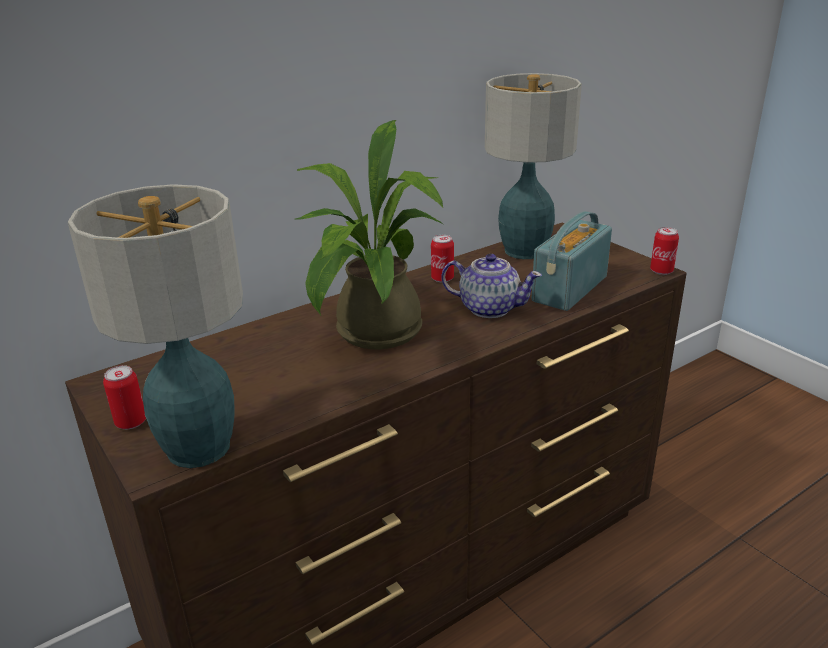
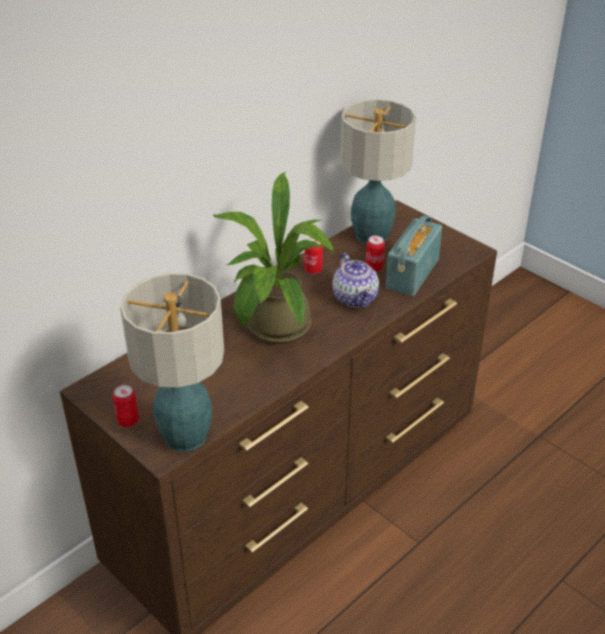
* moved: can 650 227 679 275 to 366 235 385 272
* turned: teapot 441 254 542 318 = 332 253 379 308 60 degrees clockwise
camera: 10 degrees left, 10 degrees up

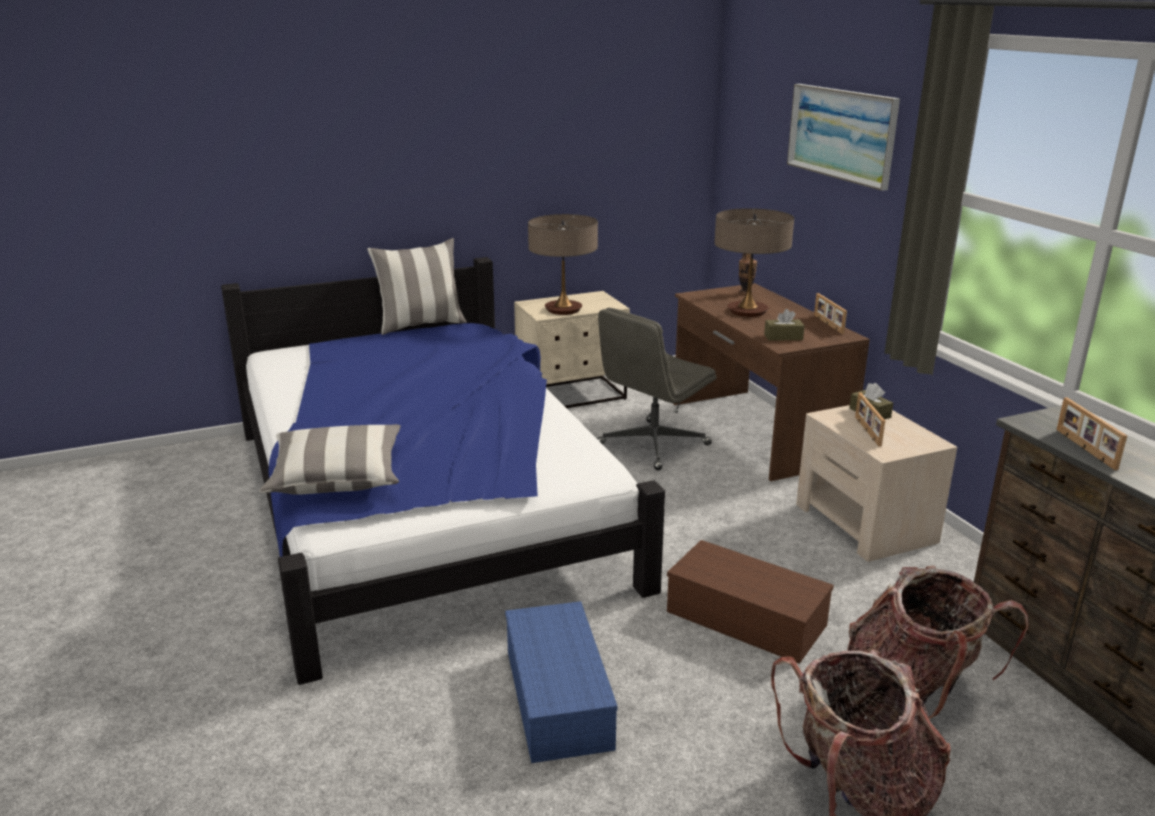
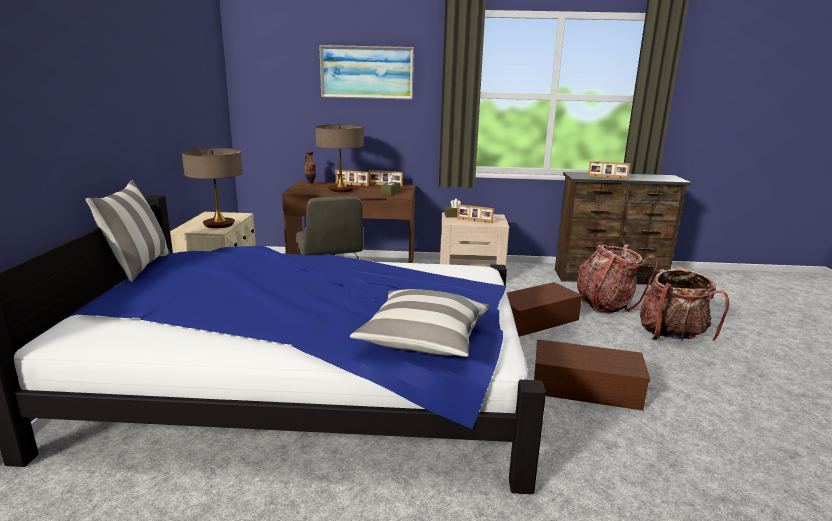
* added: picture frame 335 170 369 186
* recoloured: blue storage box 505 601 618 763 to brown storage box 534 339 650 411
camera: 65 degrees left, 5 degrees down

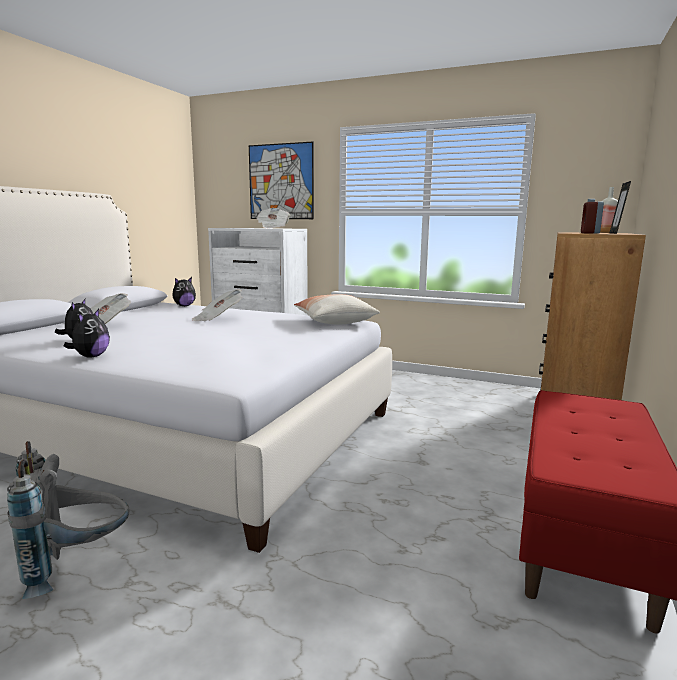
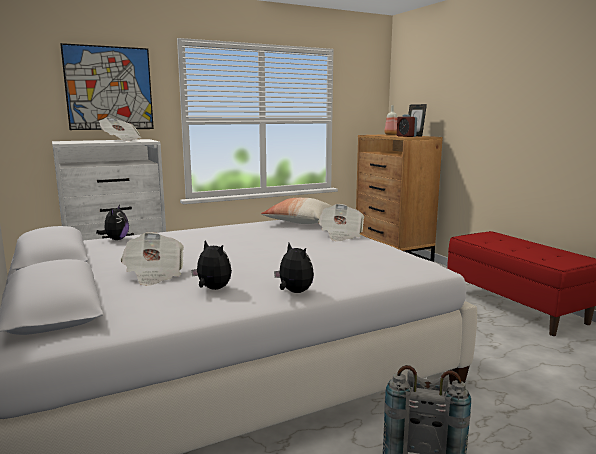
* moved: newspaper 192 289 242 321 to 318 204 364 241
camera: 50 degrees left, 0 degrees up

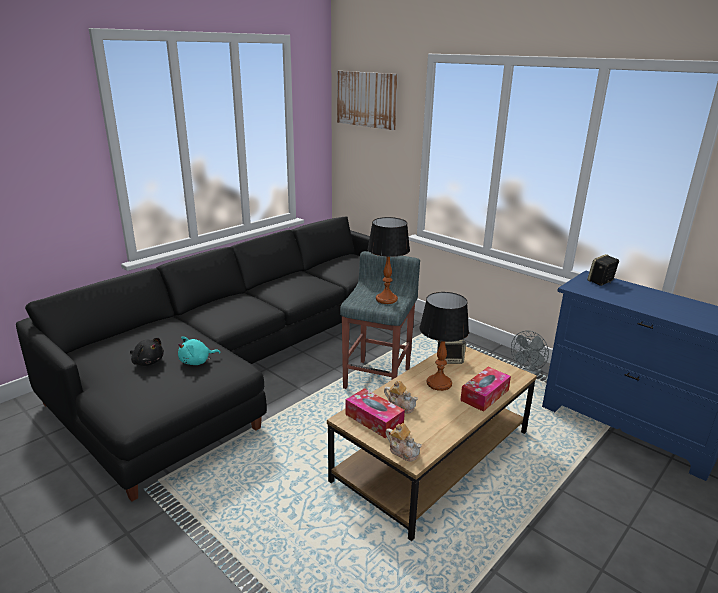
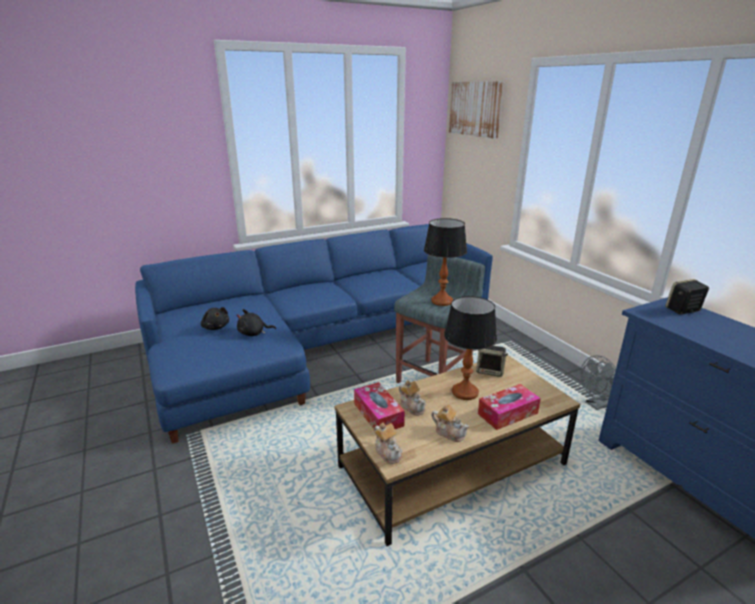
* added: teapot 431 405 469 442
* recoloured: black sofa 16 216 370 502 to blue sofa 135 224 493 444
* recoloured: turquoise plush toy 178 336 220 365 to black plush toy 237 309 276 336
camera: 20 degrees right, 0 degrees up

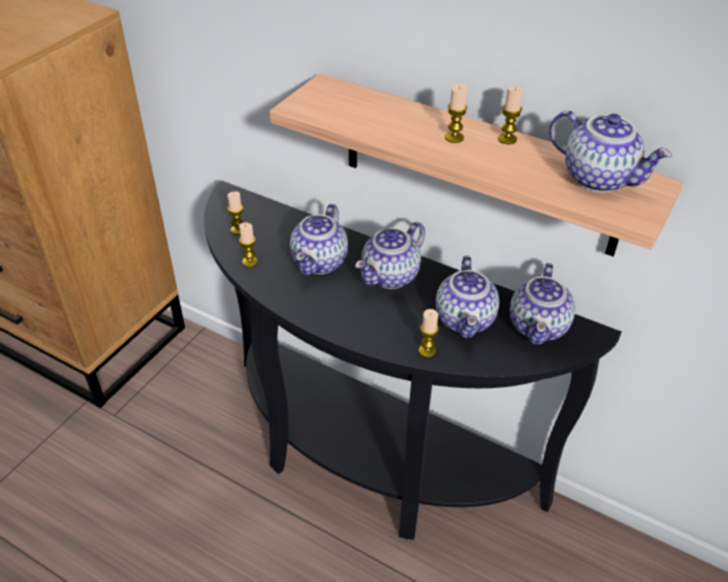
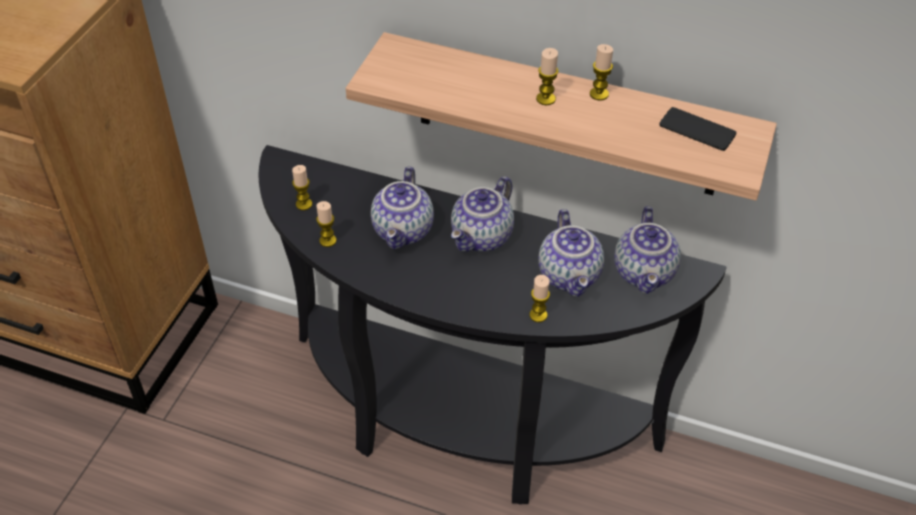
* replaced: teapot 549 110 672 193 to phone 659 107 736 151
camera: 10 degrees left, 5 degrees up

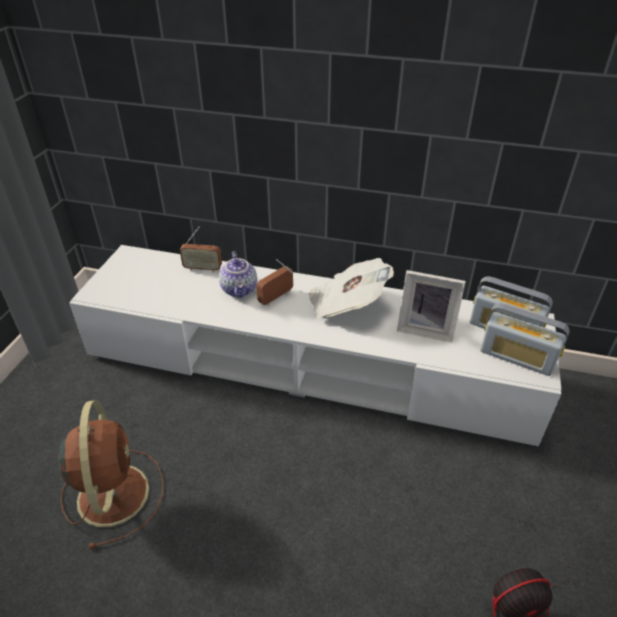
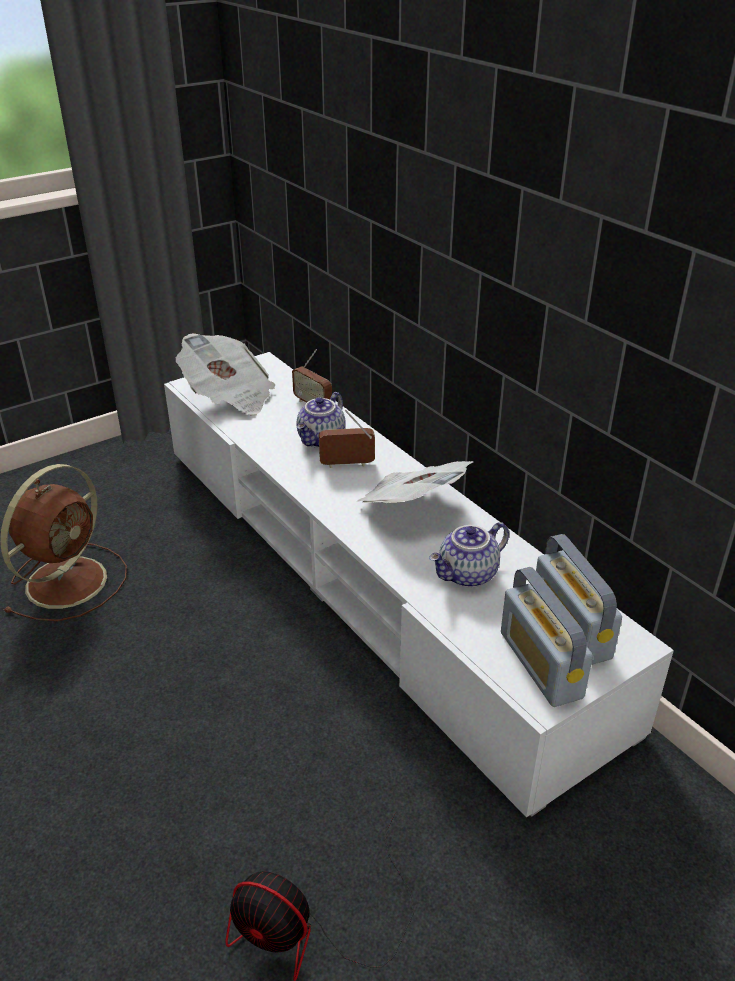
* added: newspaper 175 333 275 415
* replaced: picture frame 397 270 466 343 to teapot 429 522 509 587
camera: 40 degrees right, 5 degrees down

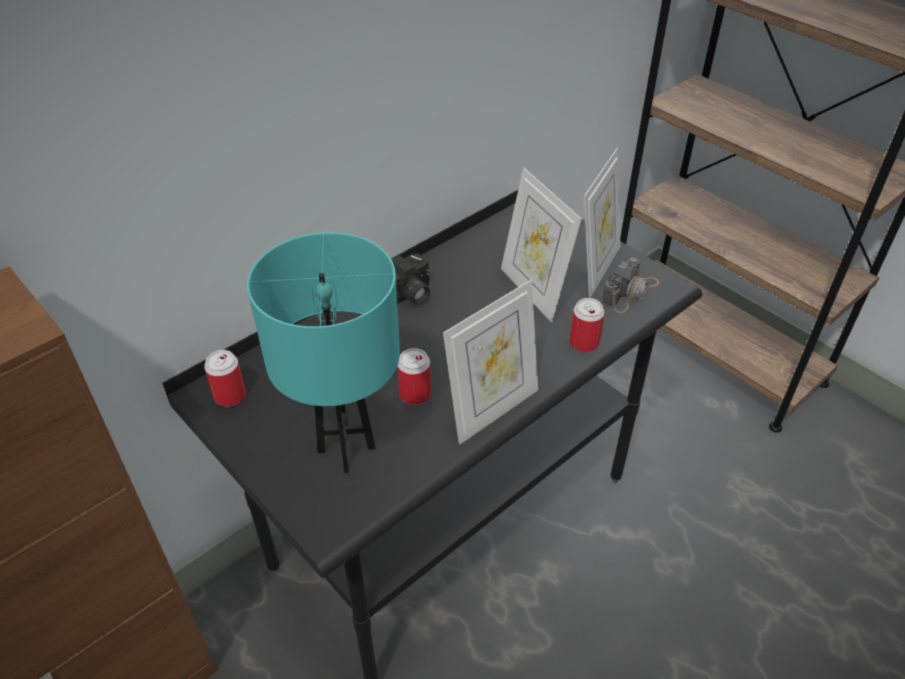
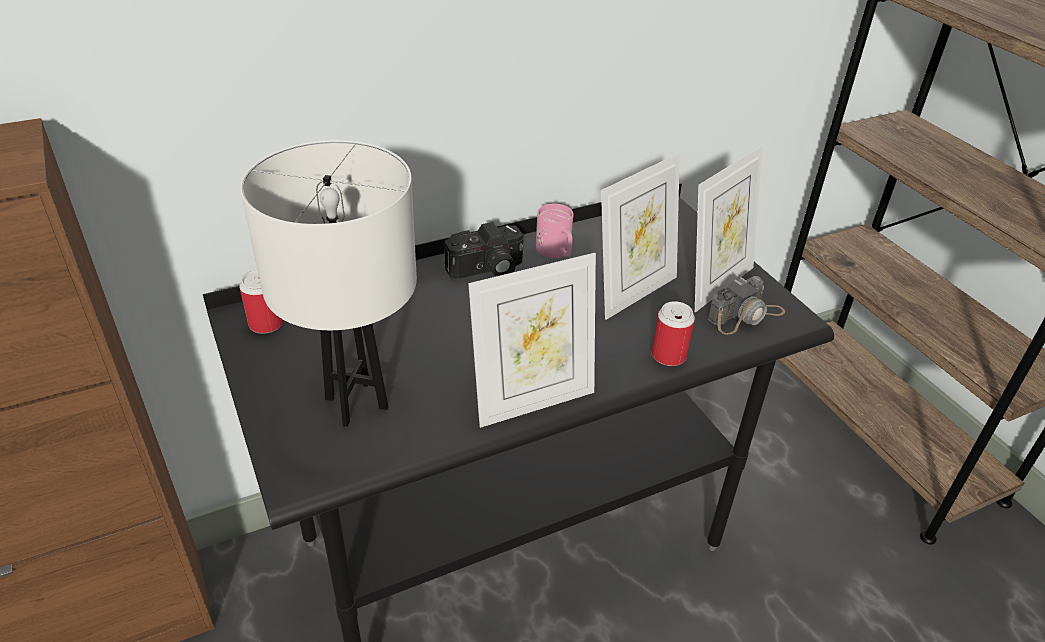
* removed: can 397 348 431 405
* added: pink mug 536 204 574 258
* recoloured: turquoise table lamp 247 232 400 473 to white table lamp 240 140 417 427
* turned: picture frame 501 168 582 323 = 601 153 680 320 120 degrees counterclockwise
camera: 15 degrees right, 5 degrees down

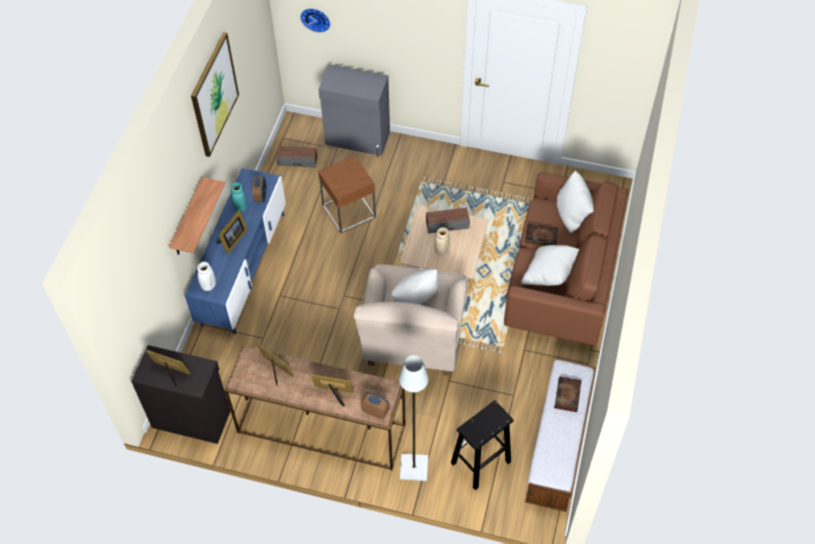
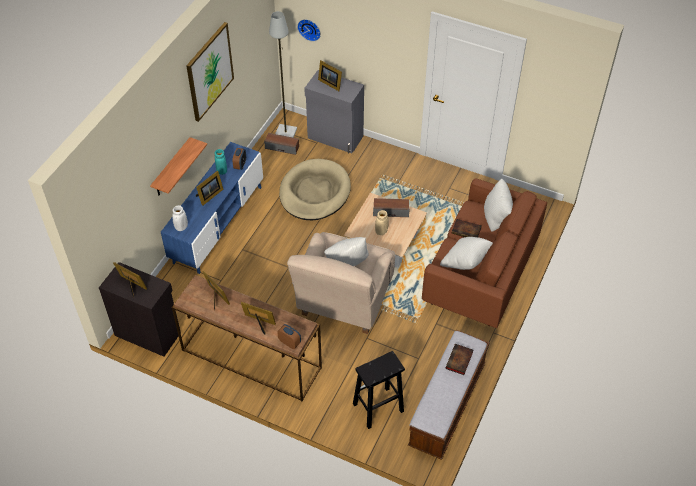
* added: picture frame 318 60 342 91
* moved: grey floor lamp 399 355 429 481 to 269 11 297 138
* replaced: brown side table 318 156 376 233 to beige dog bed 279 159 351 220
camera: 10 degrees right, 5 degrees down

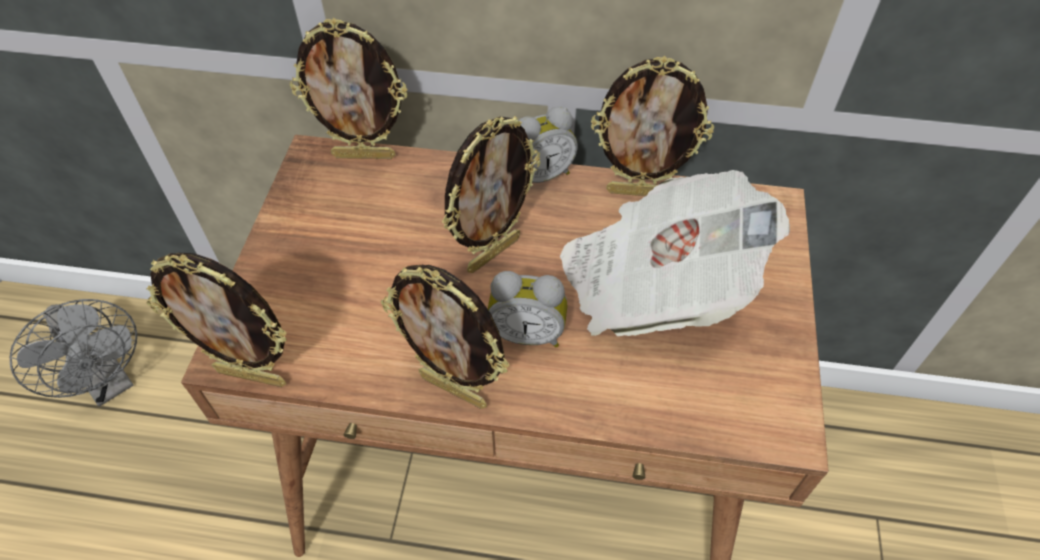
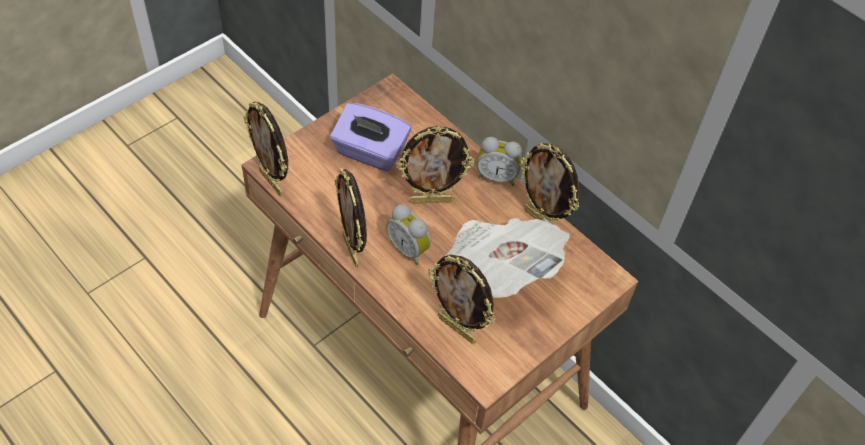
* removed: grey fan 10 299 137 407
* added: purple tissue box 330 103 411 171
* moved: picture frame 290 18 407 159 to 428 254 495 343
camera: 35 degrees right, 0 degrees up

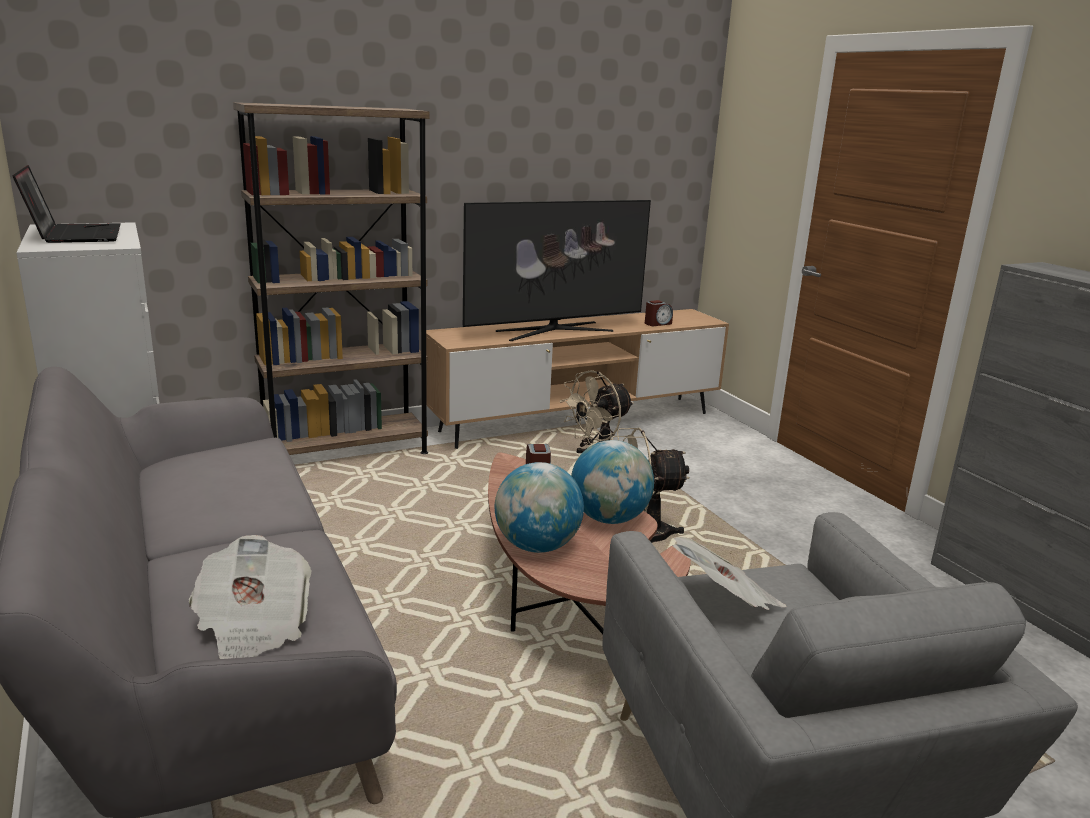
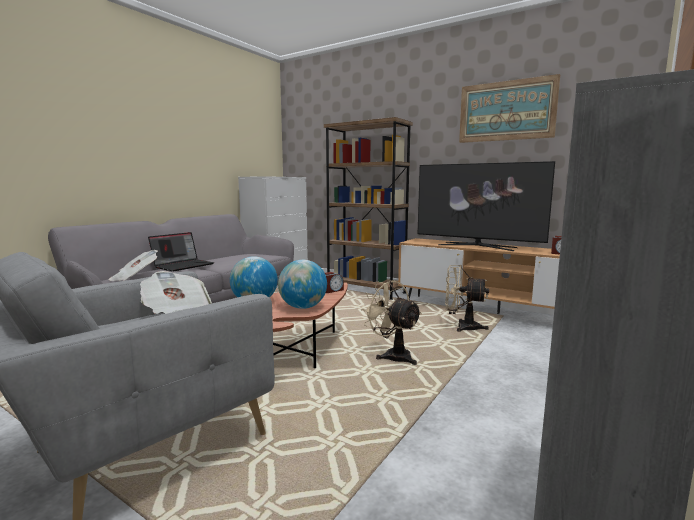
* added: picture 459 74 560 143
* moved: laptop 12 165 121 243 to 148 232 214 272
camera: 60 degrees right, 10 degrees down

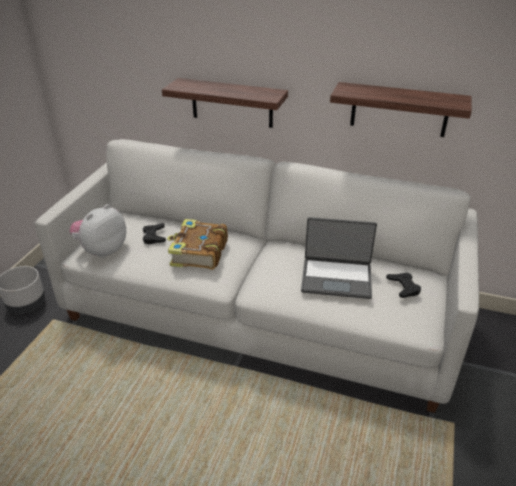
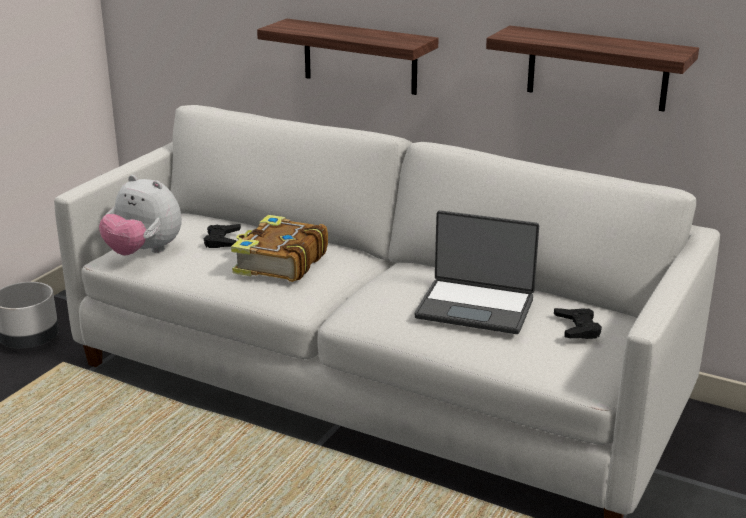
* turned: plush toy 69 204 126 258 = 99 175 182 256 105 degrees counterclockwise
camera: 10 degrees right, 10 degrees down

